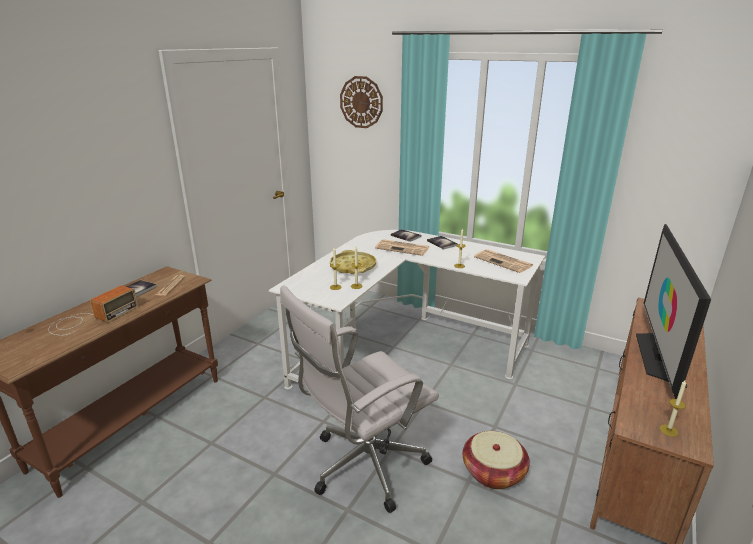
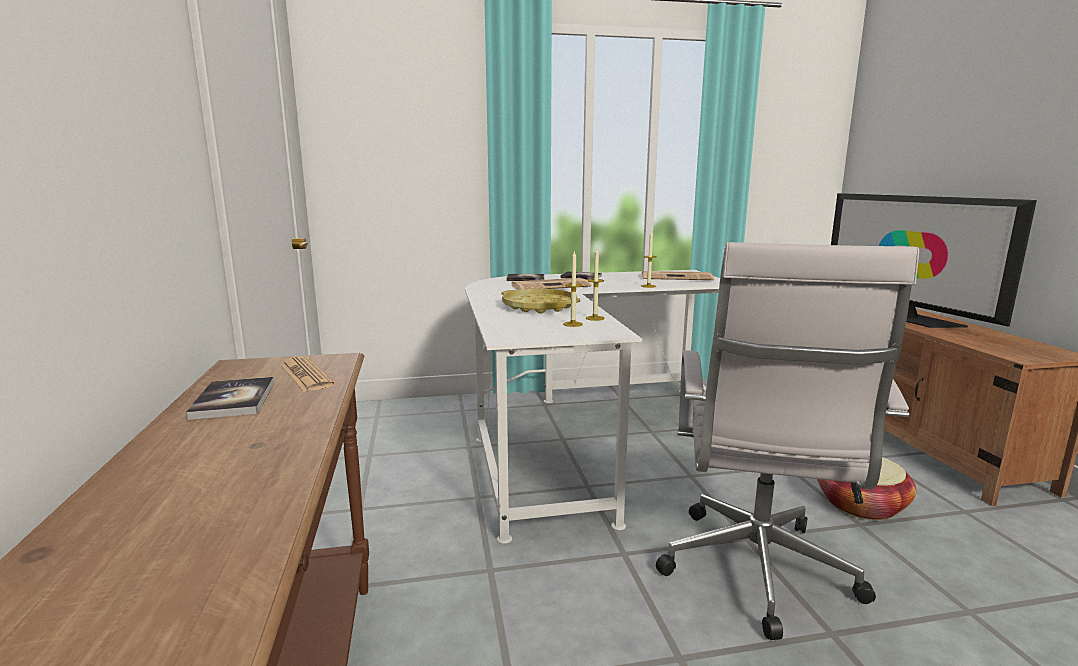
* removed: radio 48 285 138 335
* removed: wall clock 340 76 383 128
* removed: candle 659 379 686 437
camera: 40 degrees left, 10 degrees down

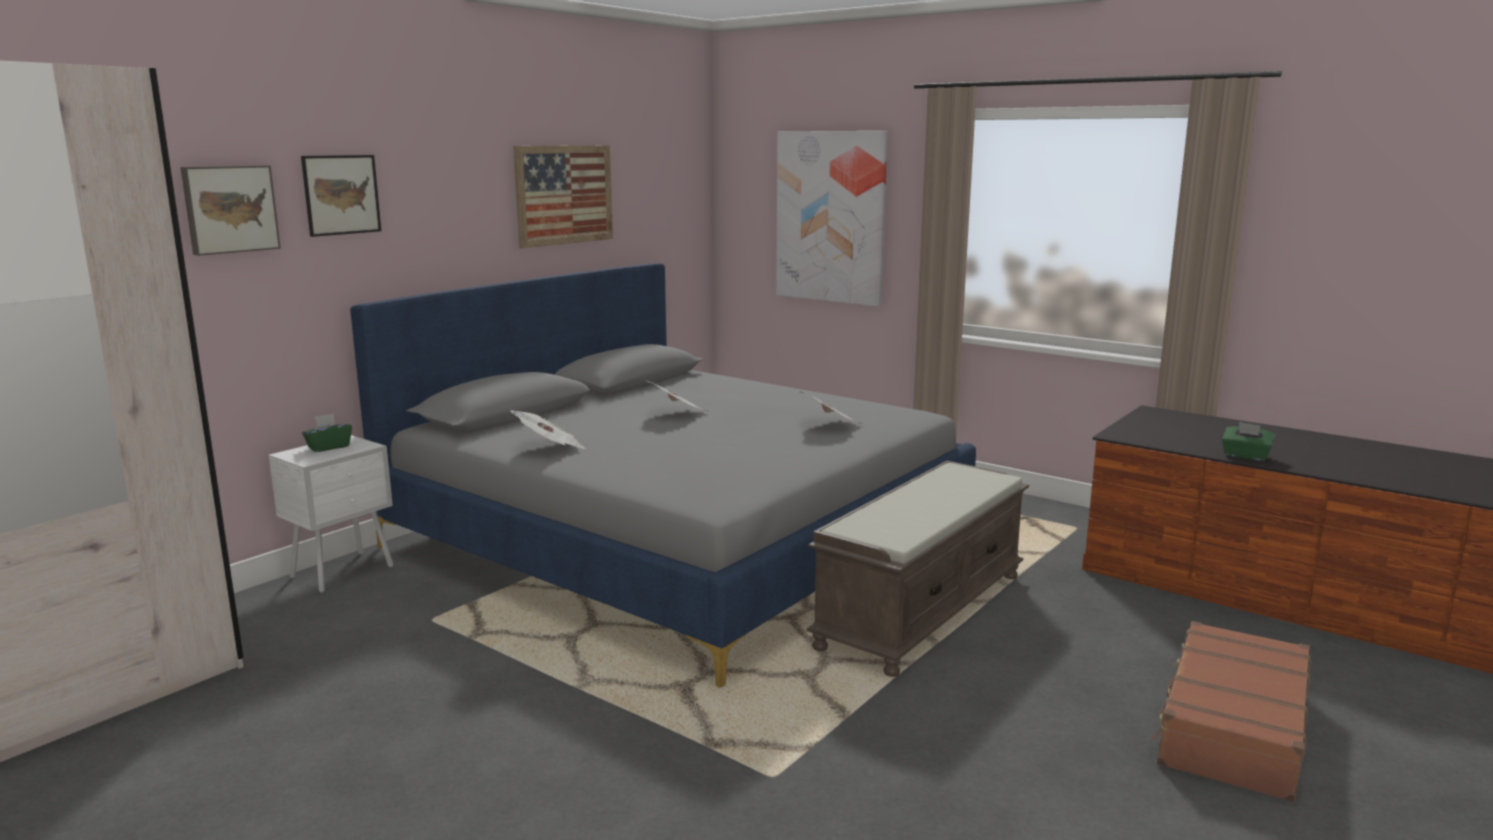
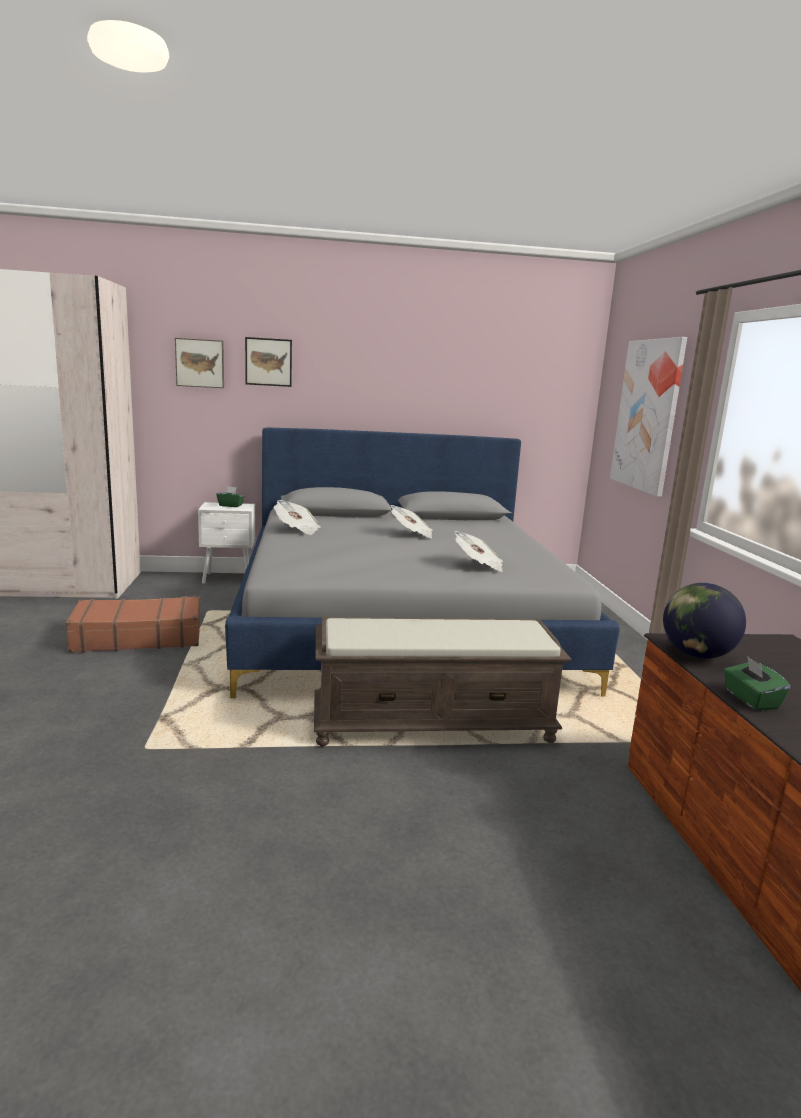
* removed: picture 513 145 613 249
* added: globe 663 583 746 659
* moved: brown suitcase 1150 621 1311 802 to 66 596 200 653
camera: 45 degrees right, 0 degrees up

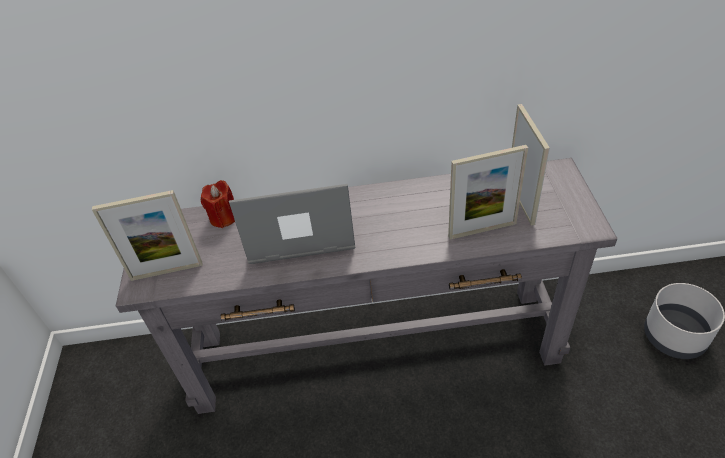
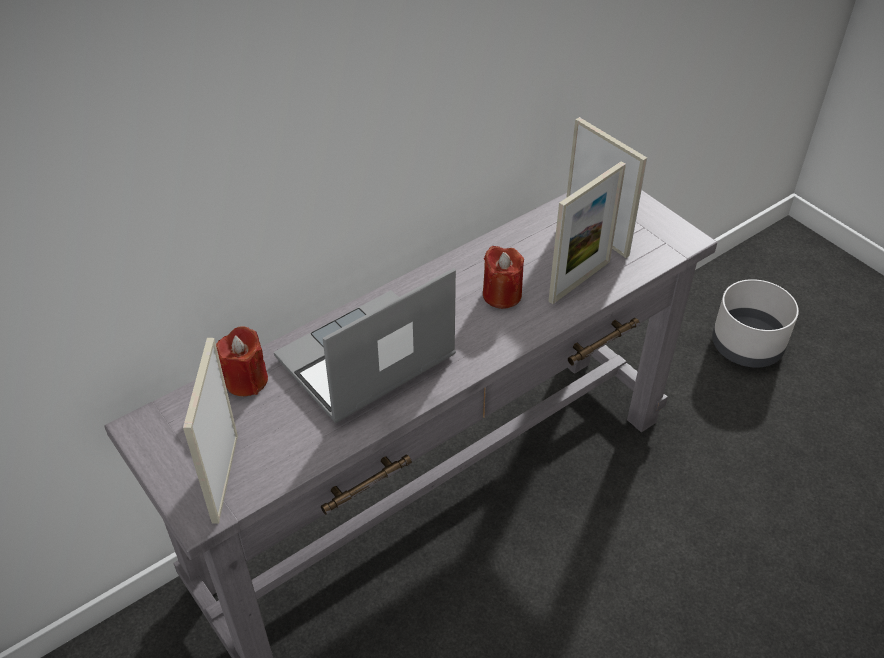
* added: red candle 483 246 524 309
* turned: picture frame 92 190 203 281 = 183 338 238 524 135 degrees clockwise
camera: 35 degrees left, 0 degrees up

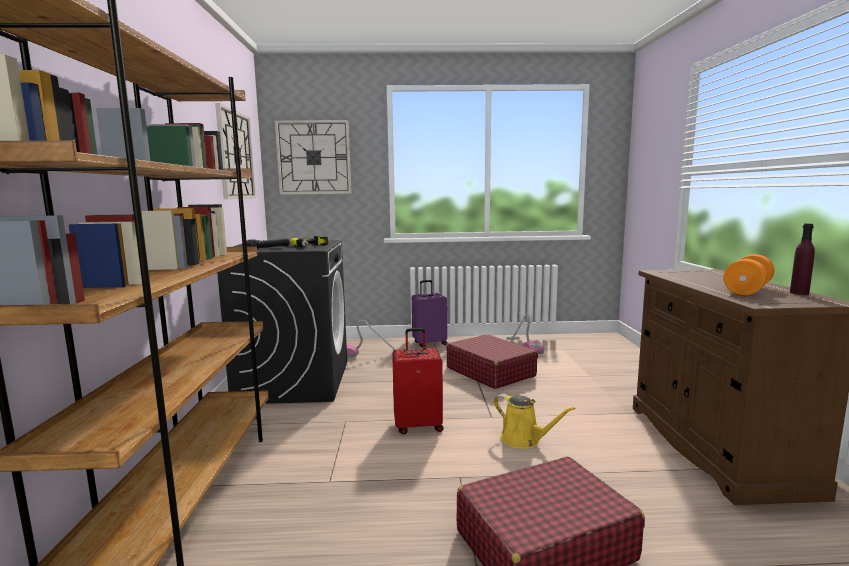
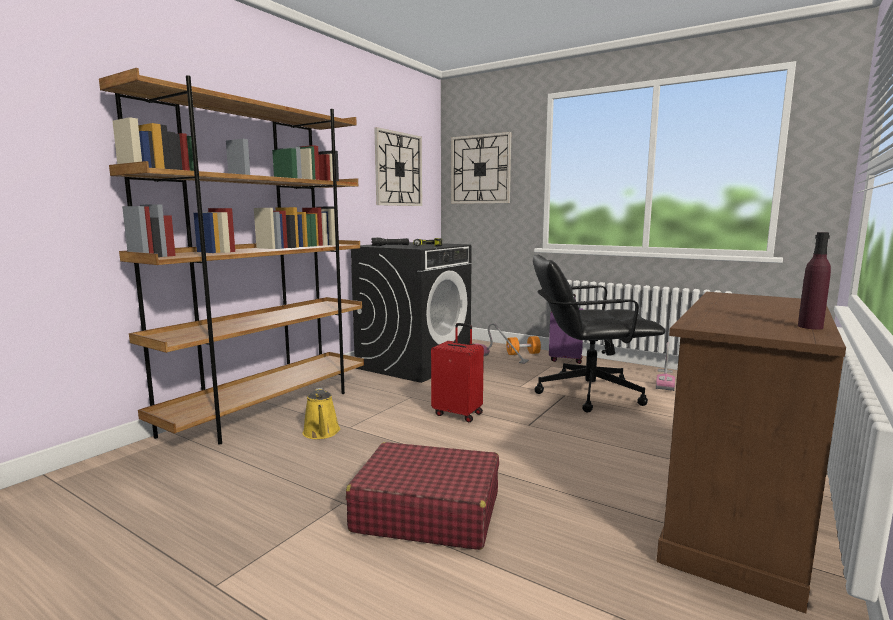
* moved: yellow watering can 494 394 575 449 to 303 388 340 439
* moved: orange dumbbell 723 254 774 295 to 506 336 541 355
* replaced: red suitcase 446 334 538 389 to black office chair 533 255 665 413
camera: 35 degrees right, 0 degrees up

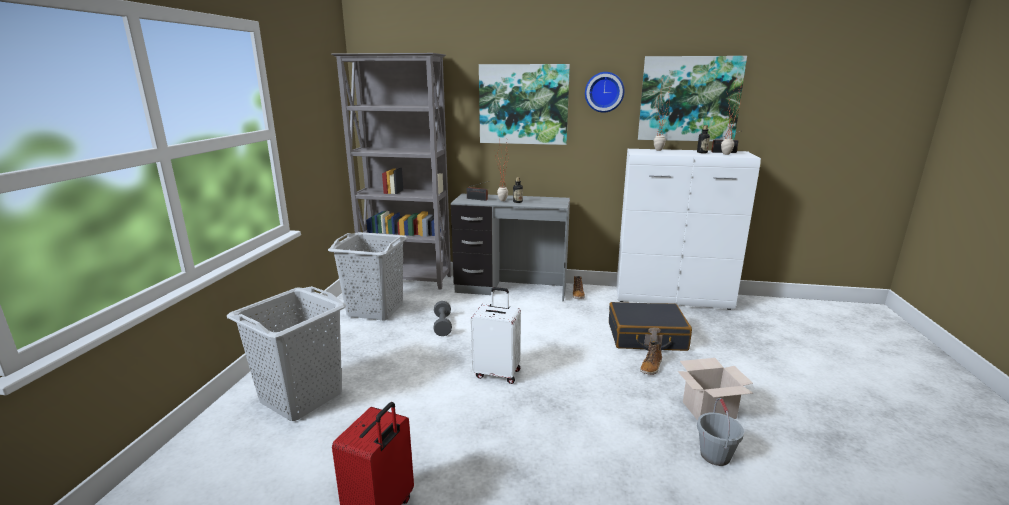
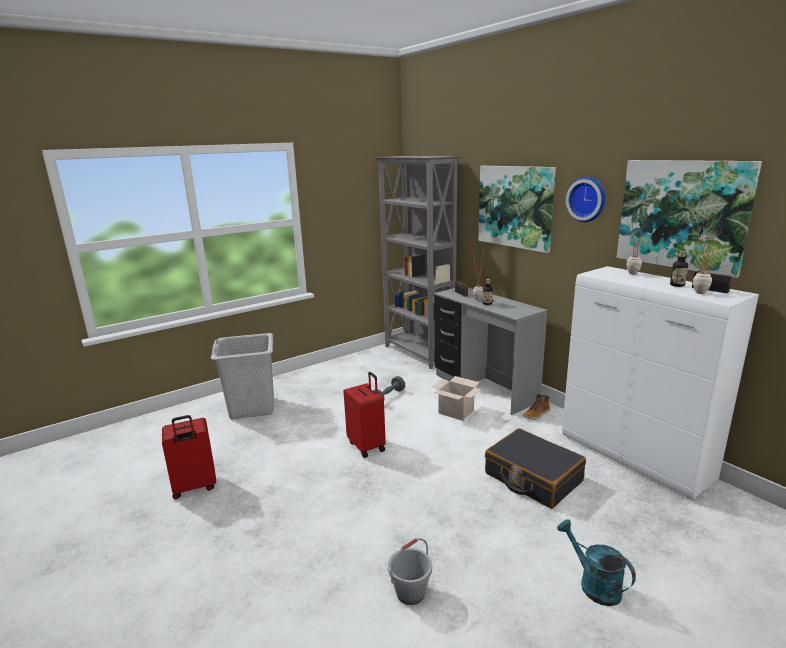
* removed: grey laundry basket 328 232 408 321
* removed: boot 640 342 662 375
* added: turquoise watering can 557 519 636 606
* moved: cardboard box 677 358 753 421 to 433 376 481 421
* recoloured: white suitcase 471 287 521 384 to red suitcase 343 372 386 458
camera: 45 degrees right, 0 degrees up

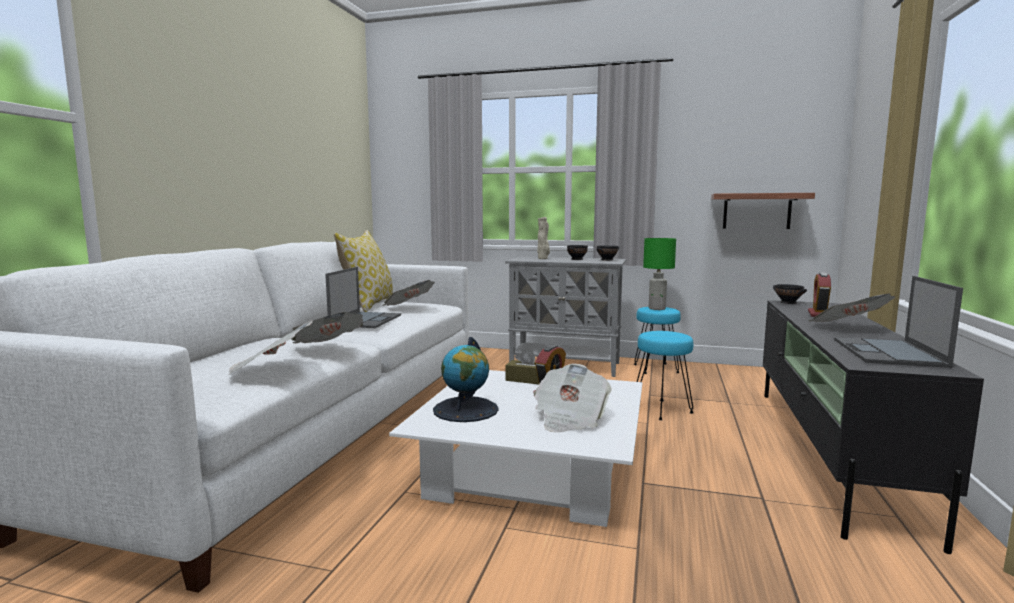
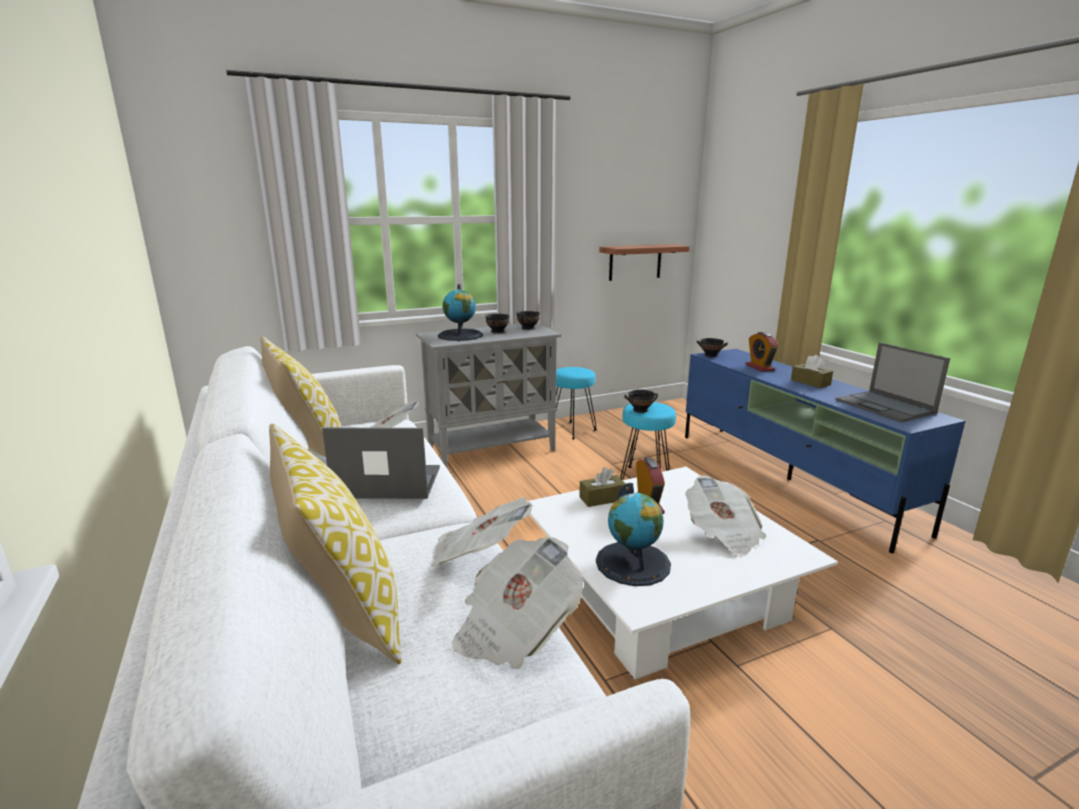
* removed: green table lamp 643 238 676 310
* added: pillow 269 423 402 664
* added: black bowl 624 389 658 413
* replaced: beige vase 537 217 550 259 to globe 438 284 483 341
* replaced: newspaper 809 293 895 322 to brown tissue box 791 355 833 388
* recoloured: black tv stand 763 300 984 554 to blue tv stand 685 349 966 553
* turned: laptop 325 267 401 328 = 322 427 440 499 60 degrees counterclockwise
camera: 40 degrees left, 10 degrees up

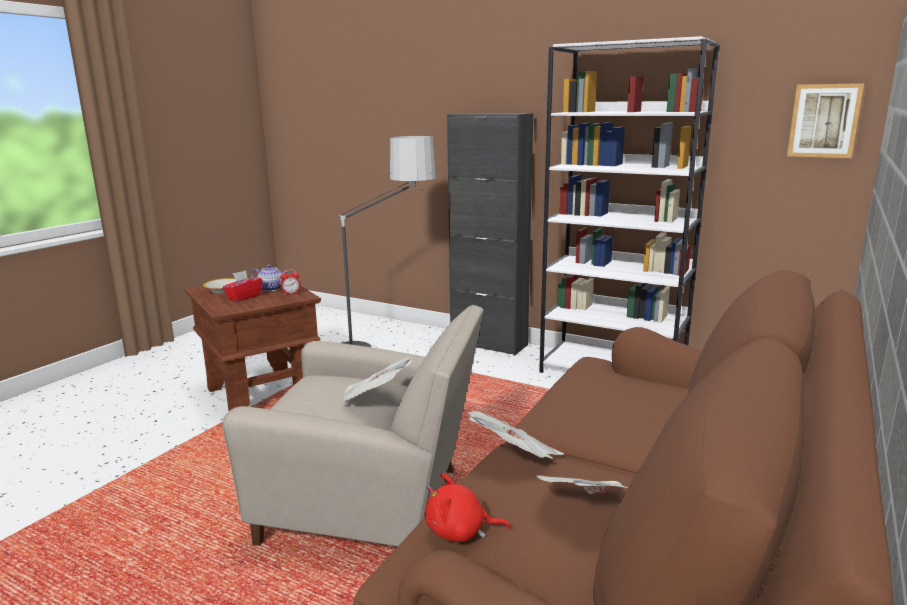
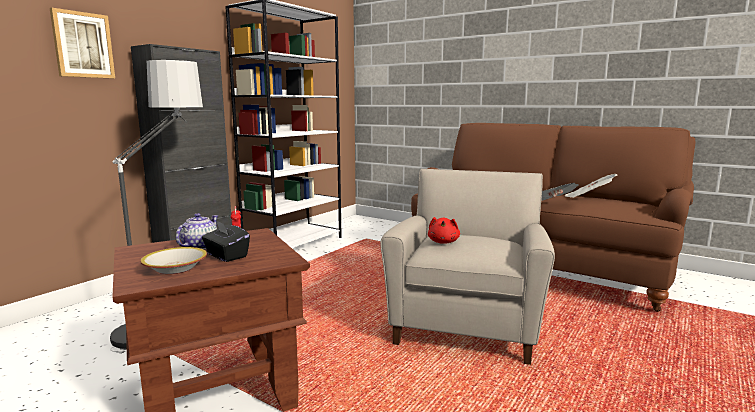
* removed: newspaper 341 356 412 403
* moved: red plush toy 425 473 511 542 to 428 217 460 244
* moved: picture 787 83 864 158 to 50 8 115 79
* recoloured: red tissue box 223 270 262 301 to black tissue box 202 221 250 262
camera: 85 degrees left, 5 degrees down

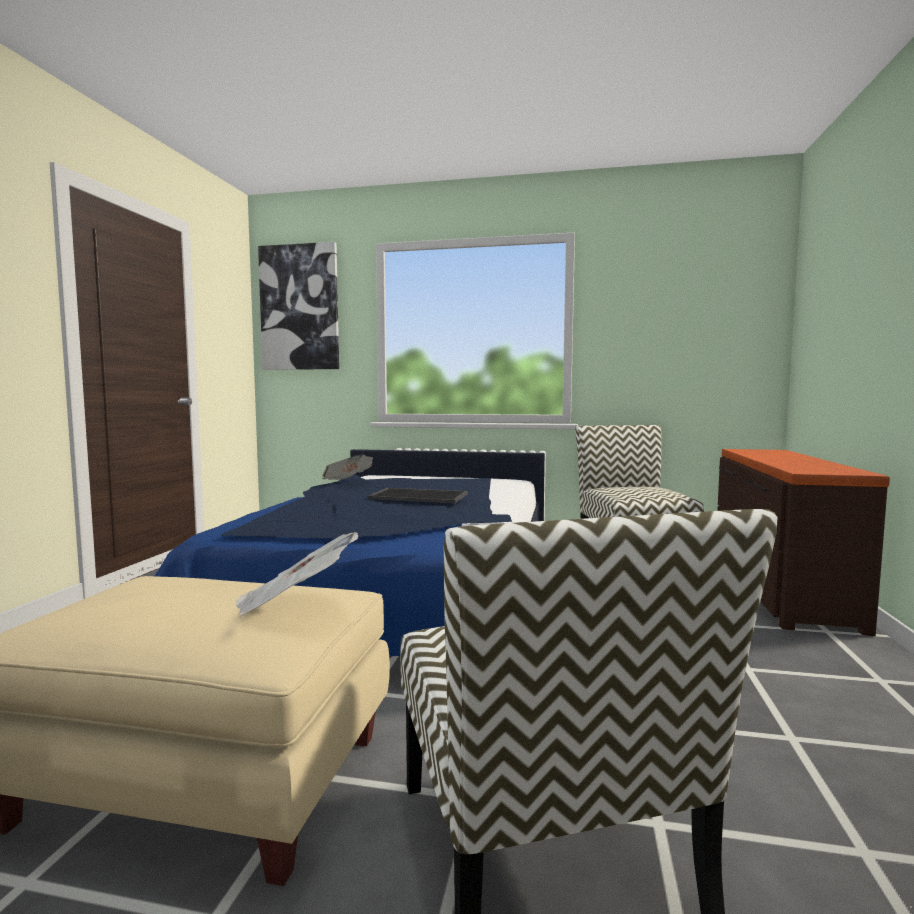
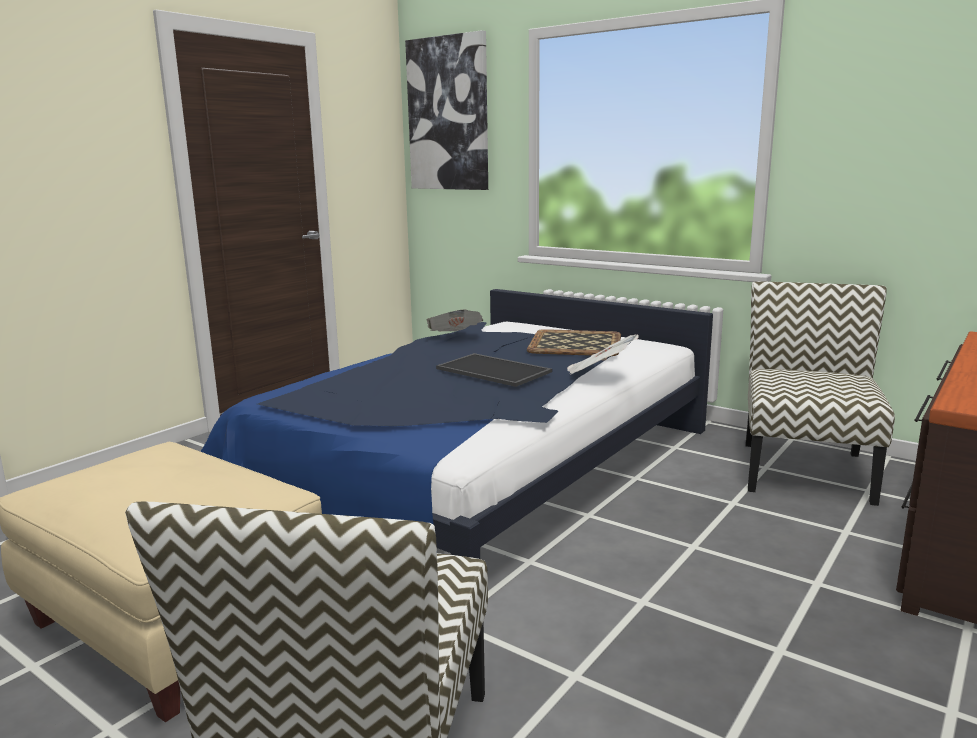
* added: tray 527 329 621 356
* moved: newspaper 236 532 358 617 to 567 335 639 375
camera: 25 degrees right, 10 degrees up

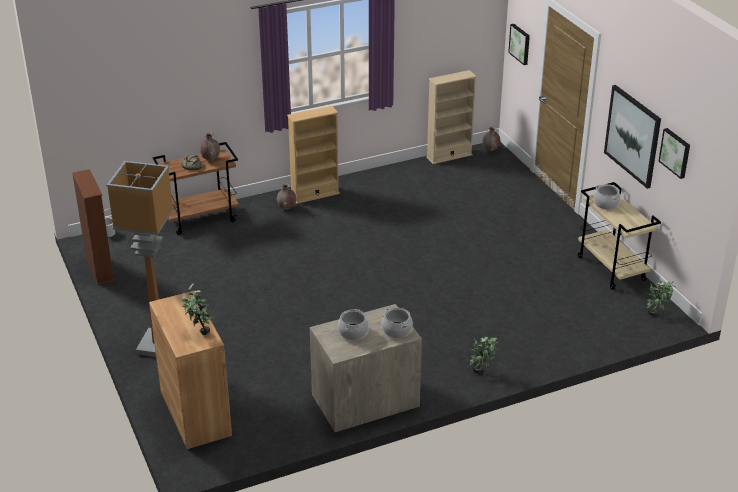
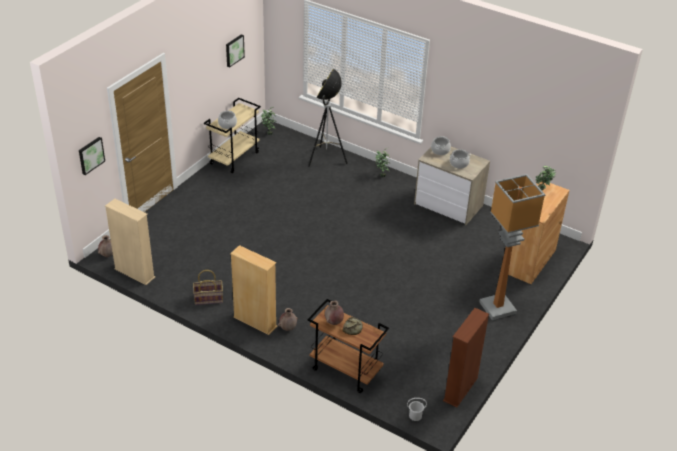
* removed: picture 604 85 661 189
* added: basket 193 270 223 305
* added: floor lamp 308 68 348 167
camera: 125 degrees left, 5 degrees up

